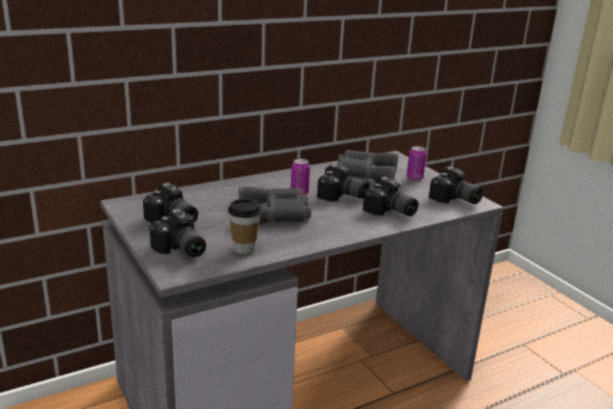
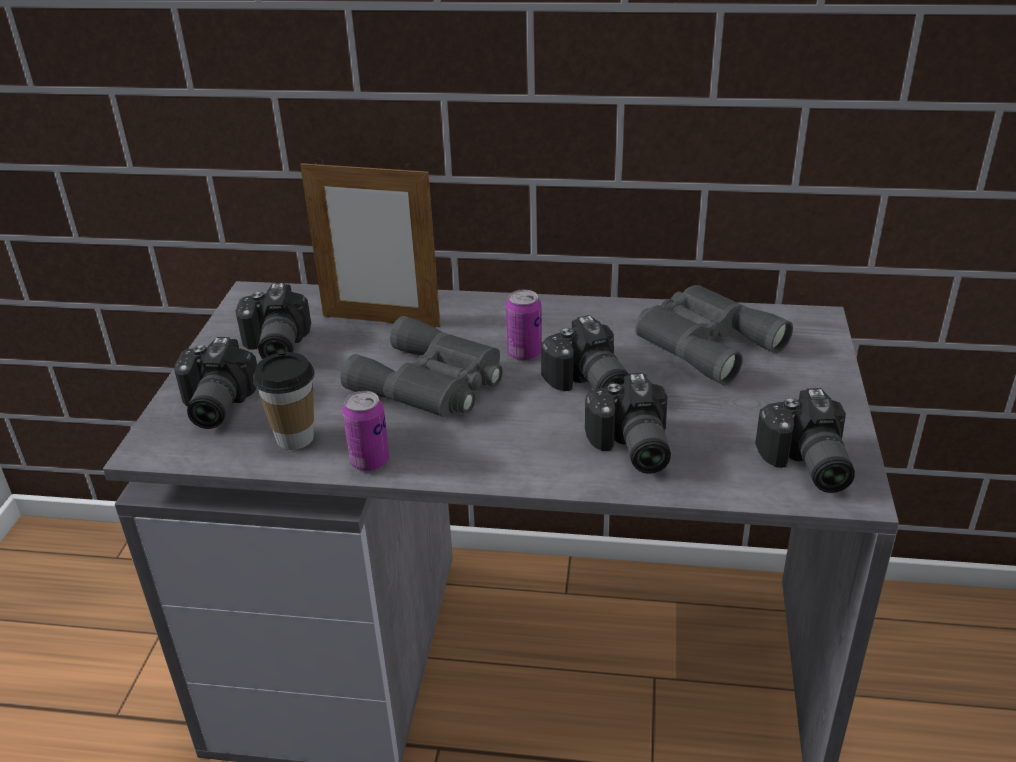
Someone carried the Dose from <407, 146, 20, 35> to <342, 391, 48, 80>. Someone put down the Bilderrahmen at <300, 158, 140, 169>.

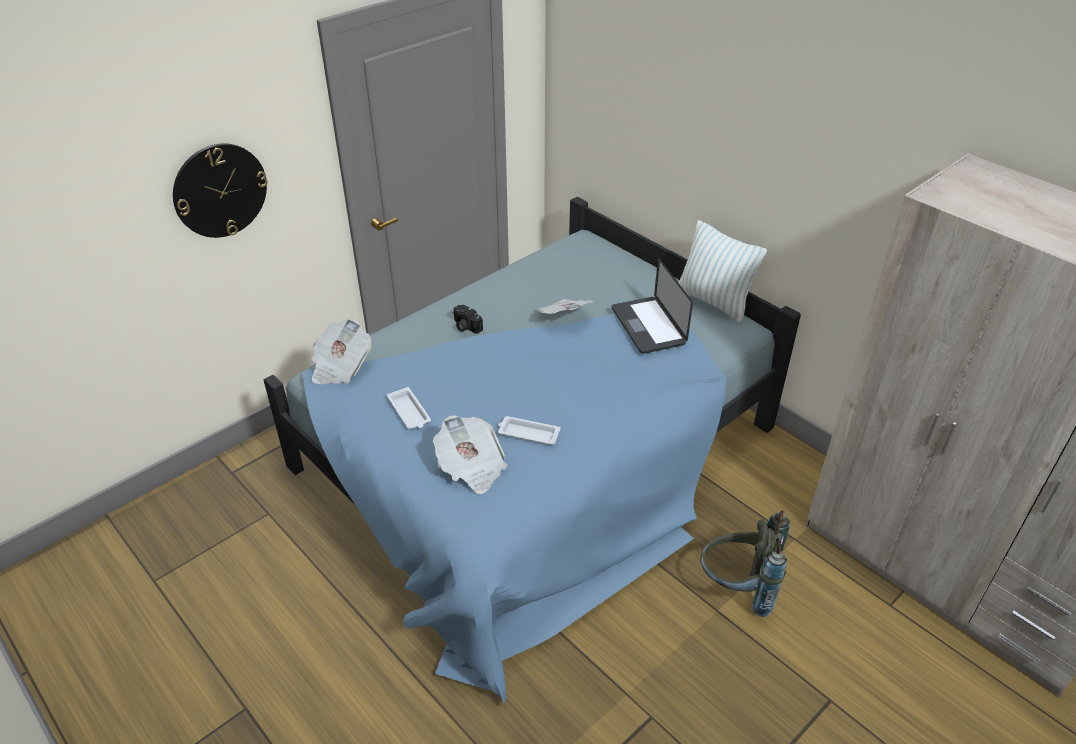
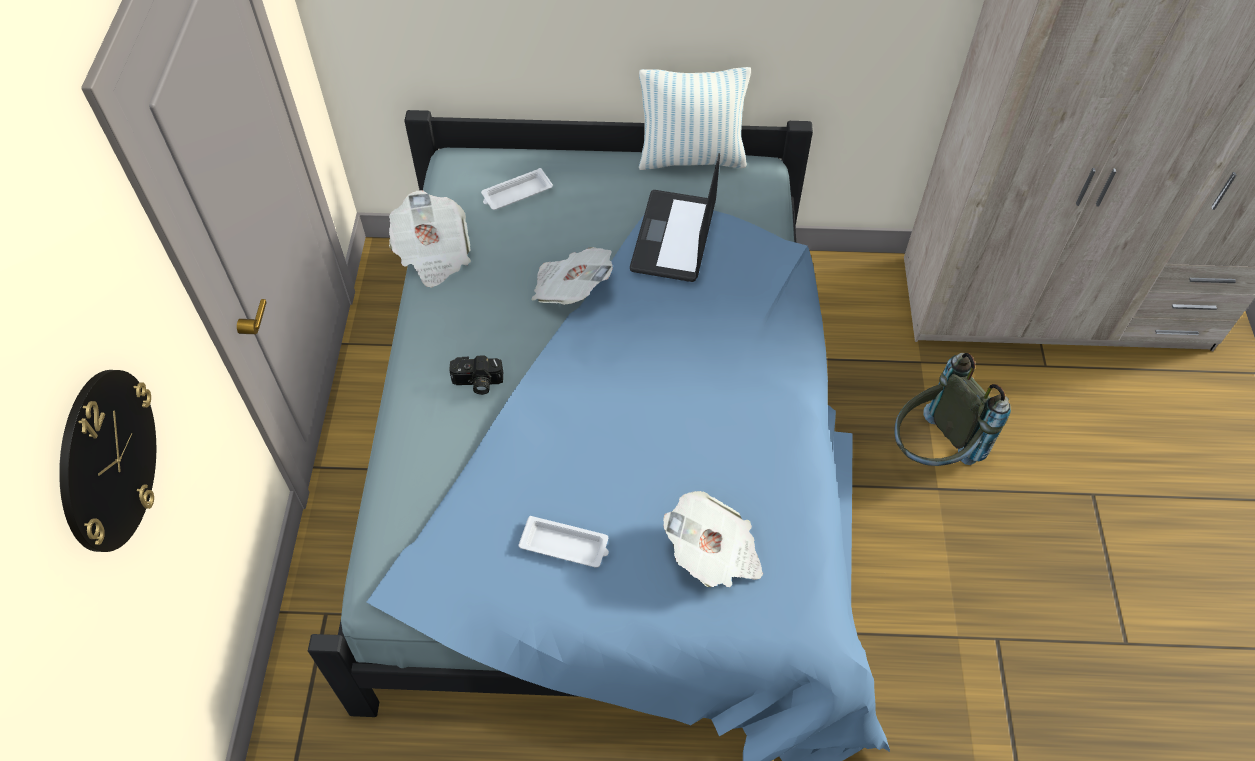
Someone rotated the Laptop at <612, 258, 81, 96> by 75 degrees clockwise. Someone carried the Zeitung from <311, 319, 61, 65> to <389, 190, 82, 98>. Someone carried the Tablett (weiß) from <498, 416, 63, 29> to <481, 168, 72, 42>.

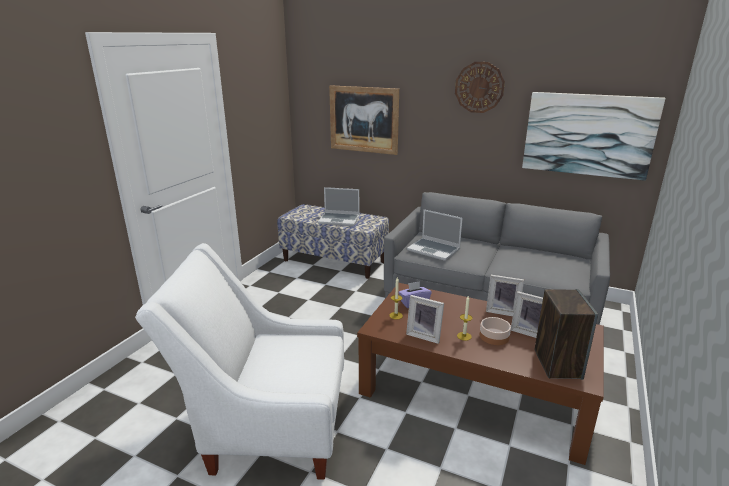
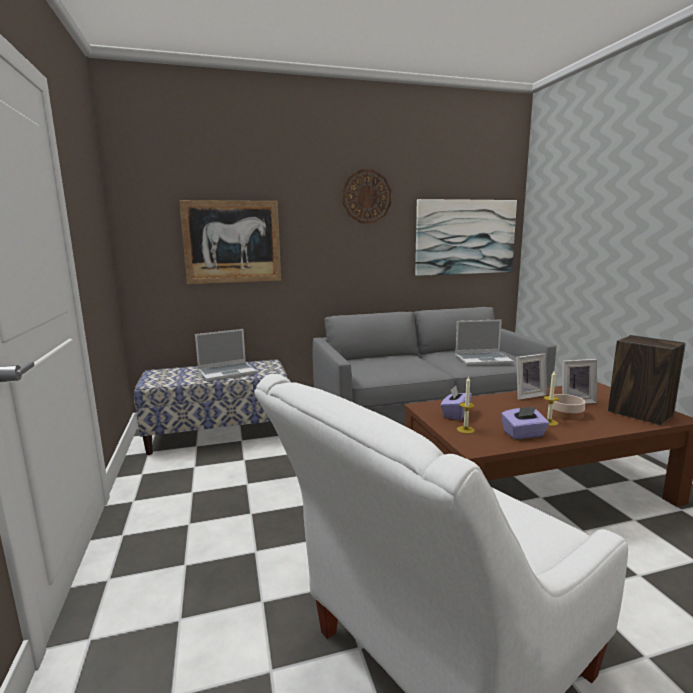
Someone carried the Laptop from <407, 209, 56, 52> to <455, 319, 59, 47>. Someone swapped the Bilderrahmen at <406, 295, 38, 49> for the Taschentuchbox (lila) at <501, 407, 48, 32>.

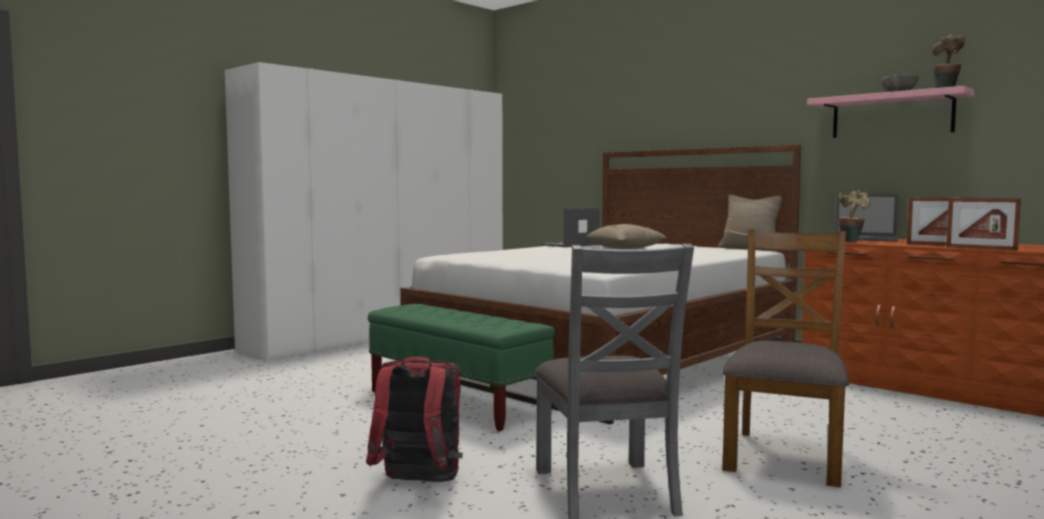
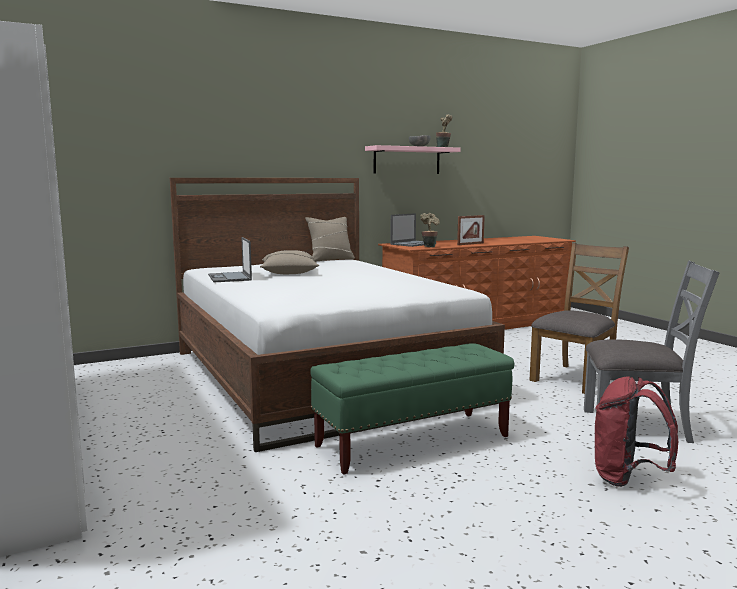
Someone took away the Bilderrahmen at <946, 198, 75, 53>. Someone rotated the Stuhl (braun) at <722, 229, 128, 258> by 90 degrees clockwise.

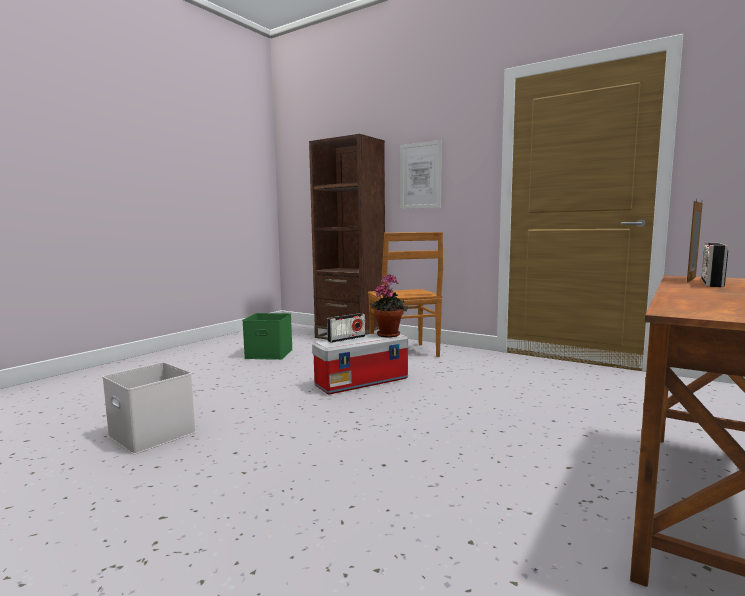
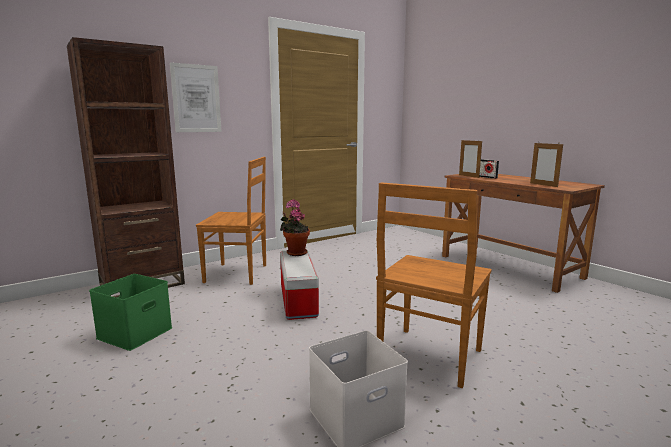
Someone took away the Radio at <327, 313, 38, 30>. Someone put down the Bilderrahmen at <530, 143, 33, 44>. Someone put down the Stuhl (braun) at <376, 182, 116, 206>.

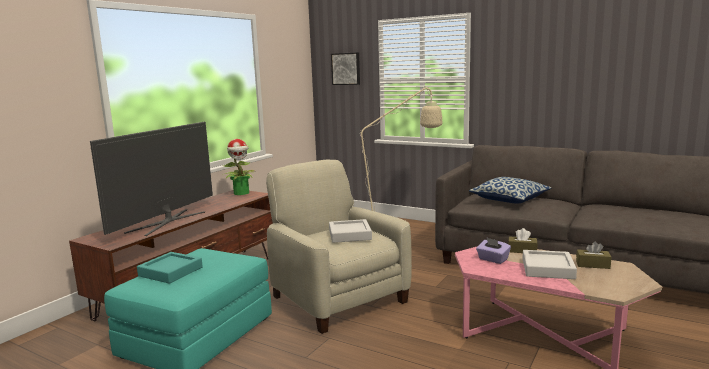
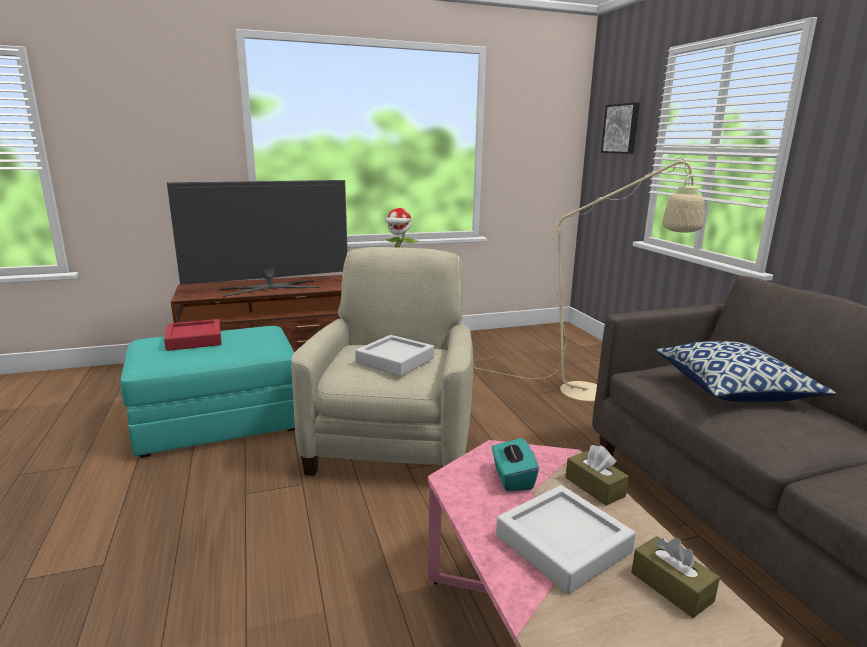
Someone repainted the Taschentuchbox (lila) at <476, 237, 35, 27>, which became the Taschentuchbox (türkis) at <492, 438, 47, 53>. Someone repainted the Tablett (türkis) at <137, 252, 66, 32>, which became the Tablett (rot) at <164, 319, 58, 32>.

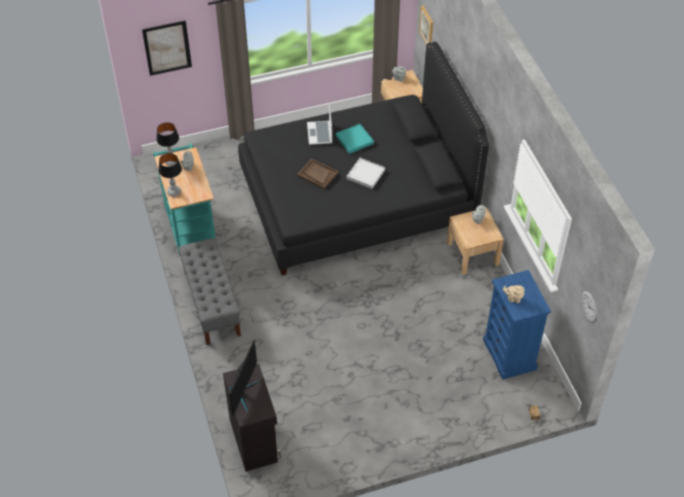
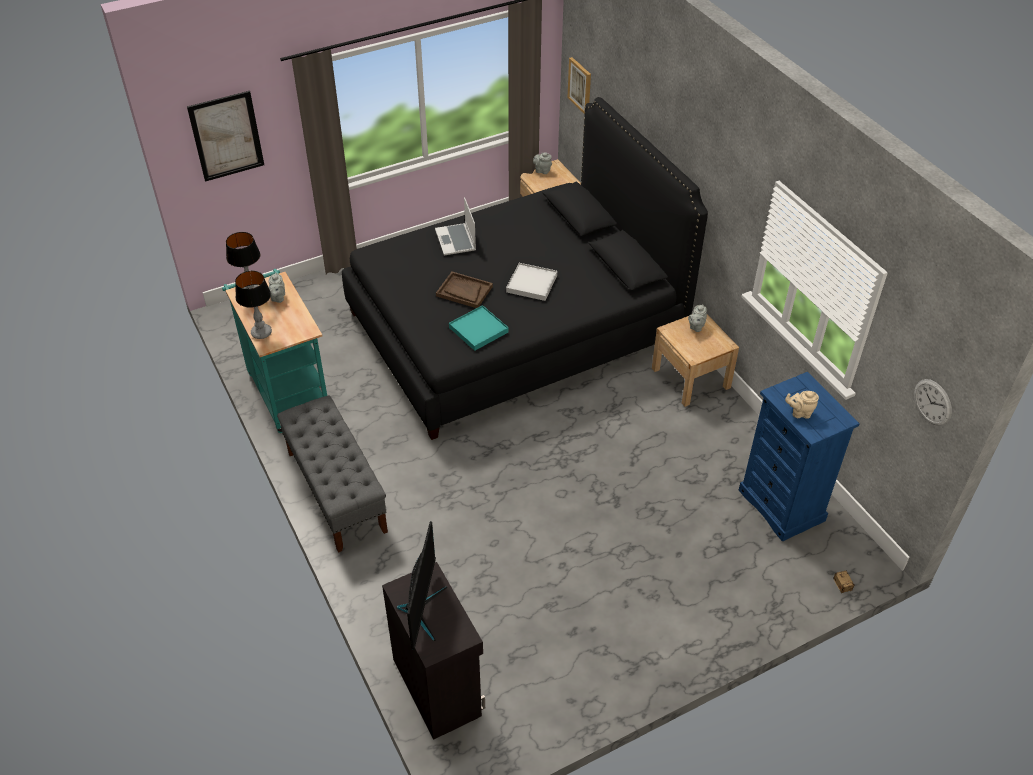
Someone carried the Tablett (türkis) from <336, 124, 38, 30> to <449, 305, 60, 46>.

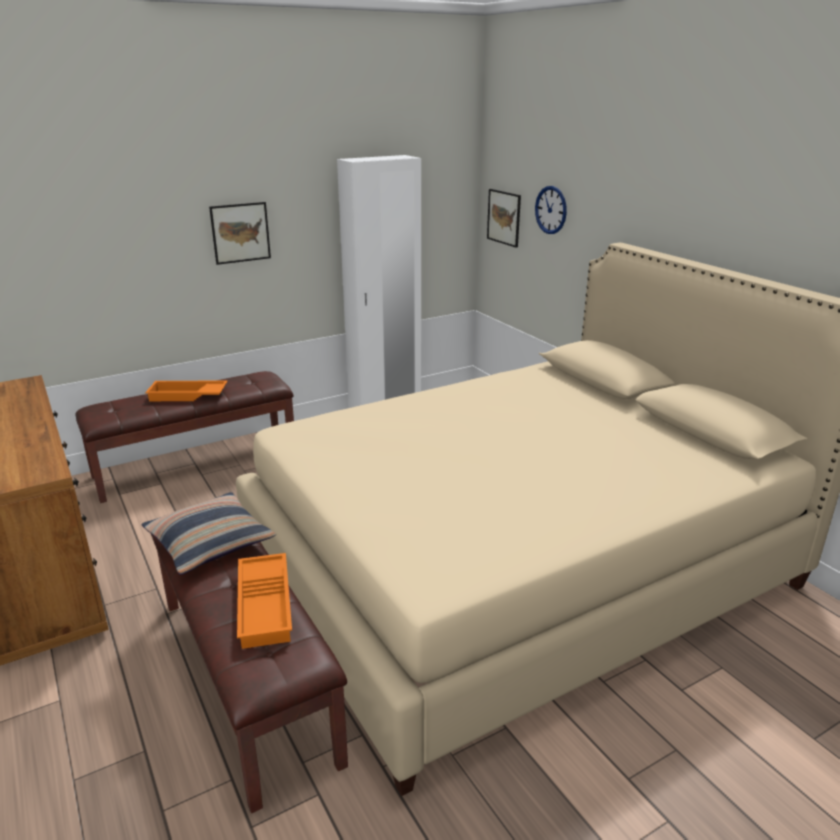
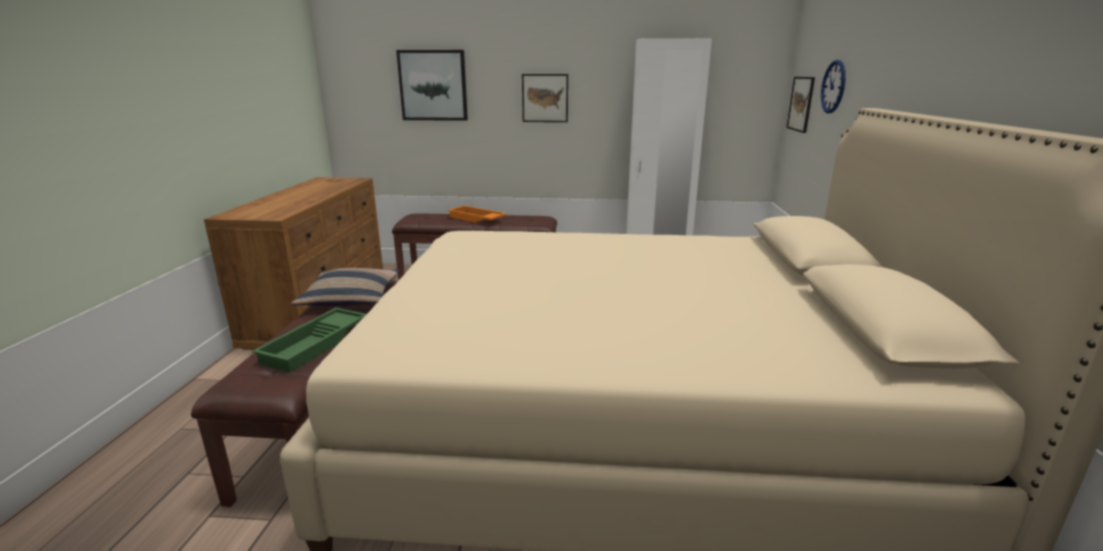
Someone repainted the Tablett (orange) at <237, 553, 55, 96>, which became the Tablett (grün) at <252, 308, 114, 65>. Someone put up the Bild at <396, 50, 72, 71>.

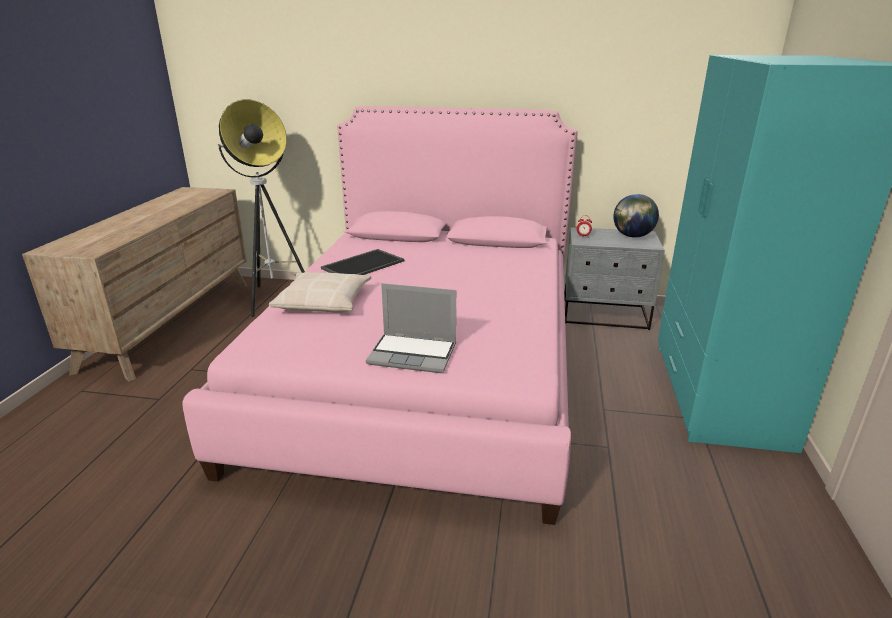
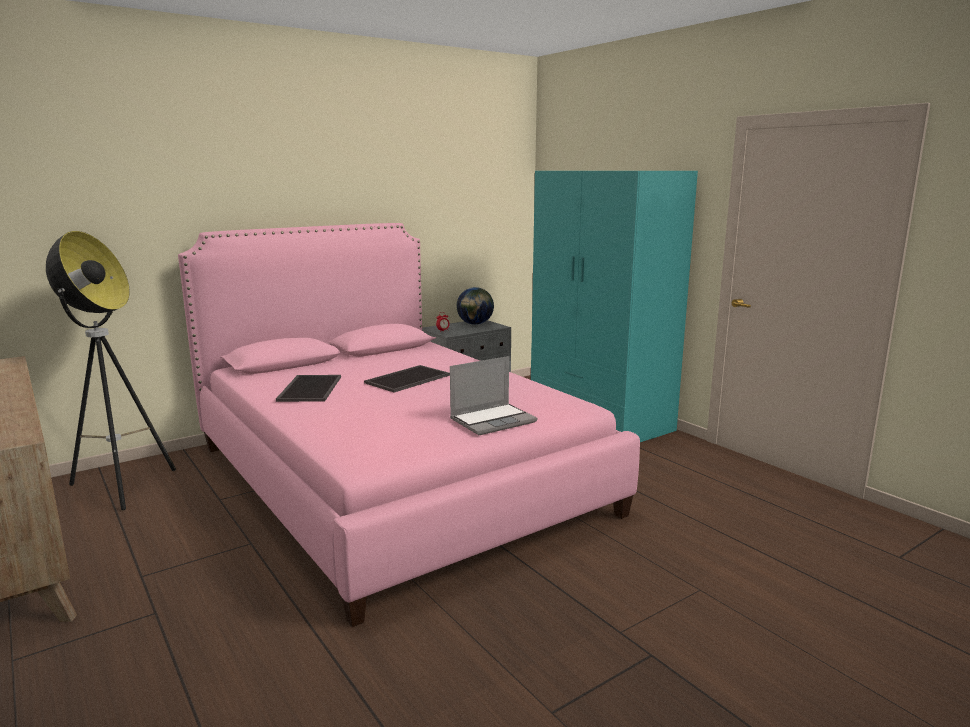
Someone took away the Kissen (beige) at <269, 272, 102, 41>. Someone put down the Tablett at <364, 365, 86, 28>.

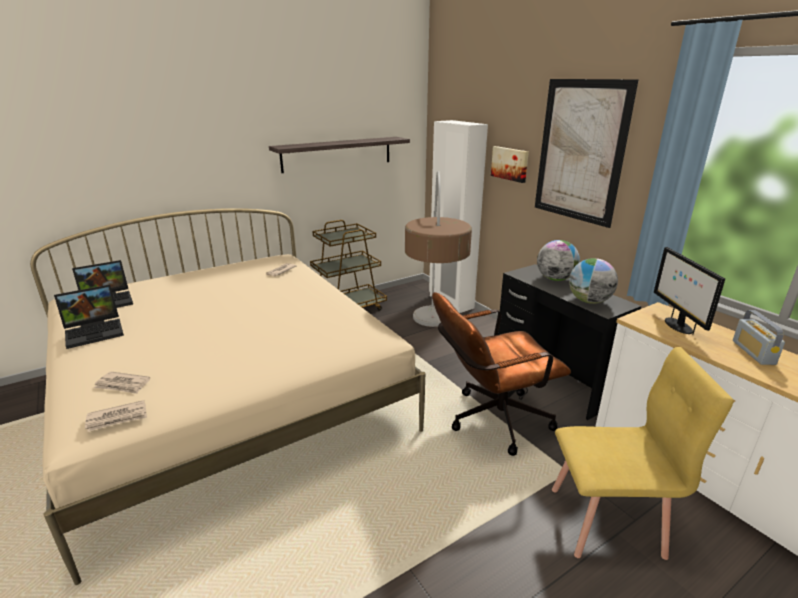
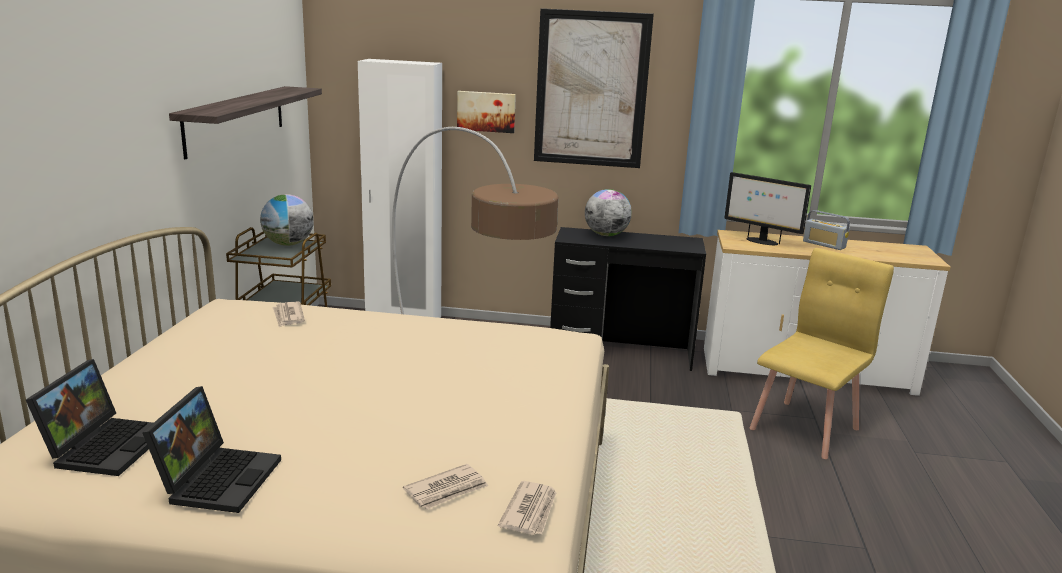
Someone carried the Globus from <569, 258, 49, 46> to <260, 194, 54, 52>. Someone took away the Bürostuhl (braun) at <432, 292, 139, 164>.

